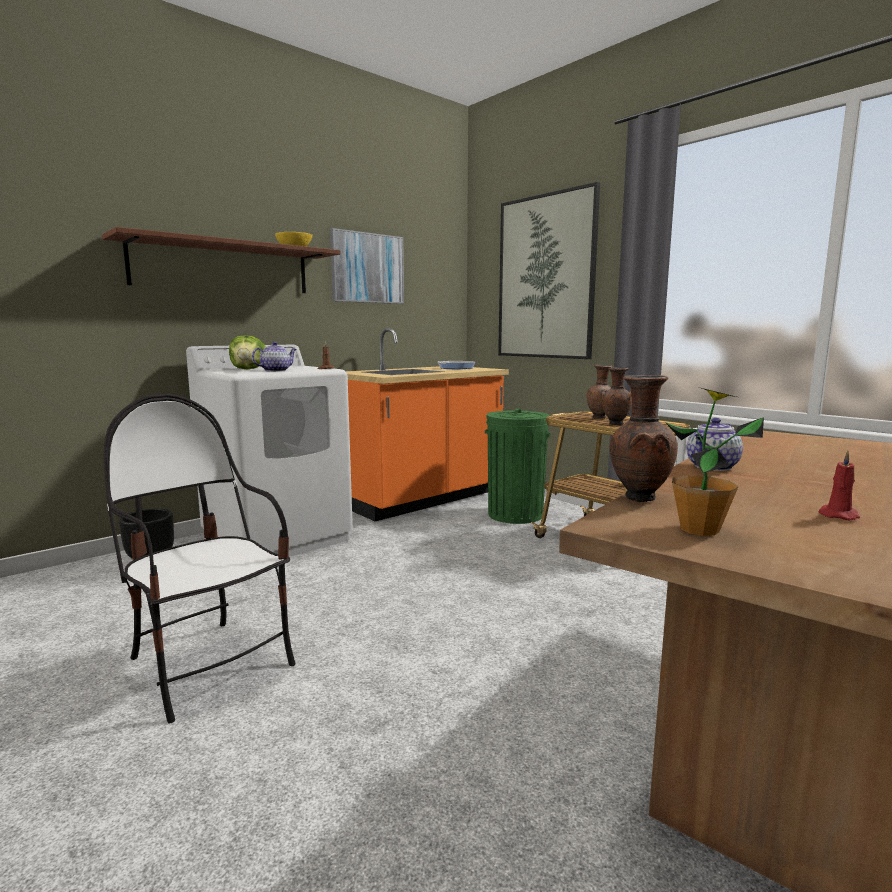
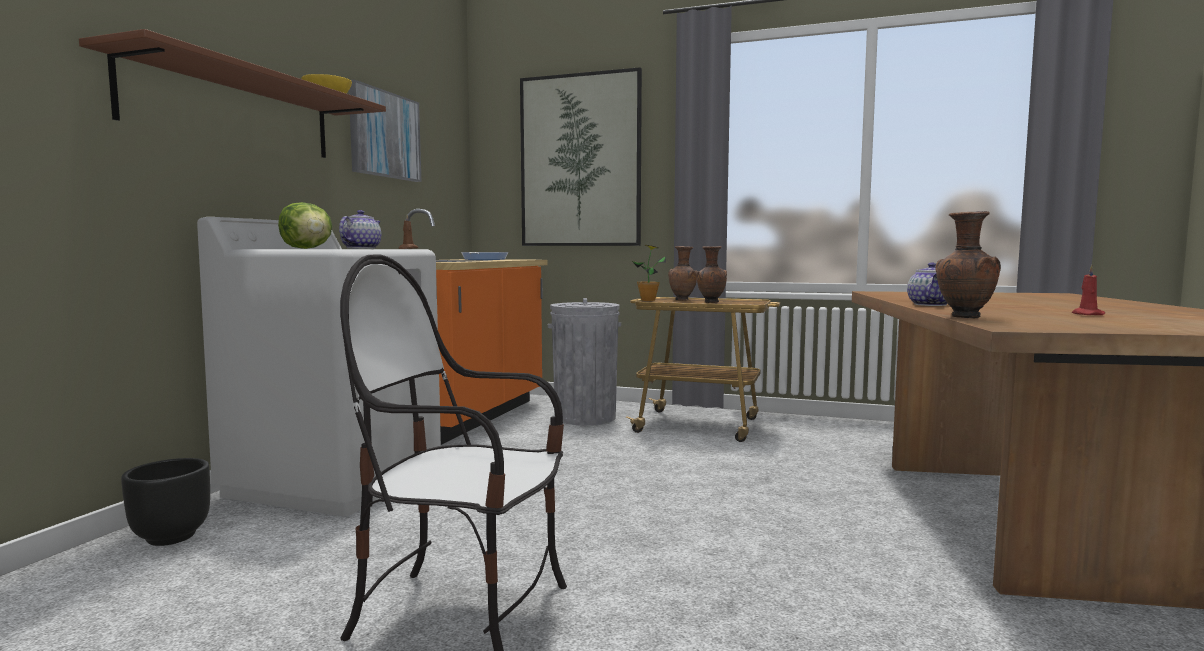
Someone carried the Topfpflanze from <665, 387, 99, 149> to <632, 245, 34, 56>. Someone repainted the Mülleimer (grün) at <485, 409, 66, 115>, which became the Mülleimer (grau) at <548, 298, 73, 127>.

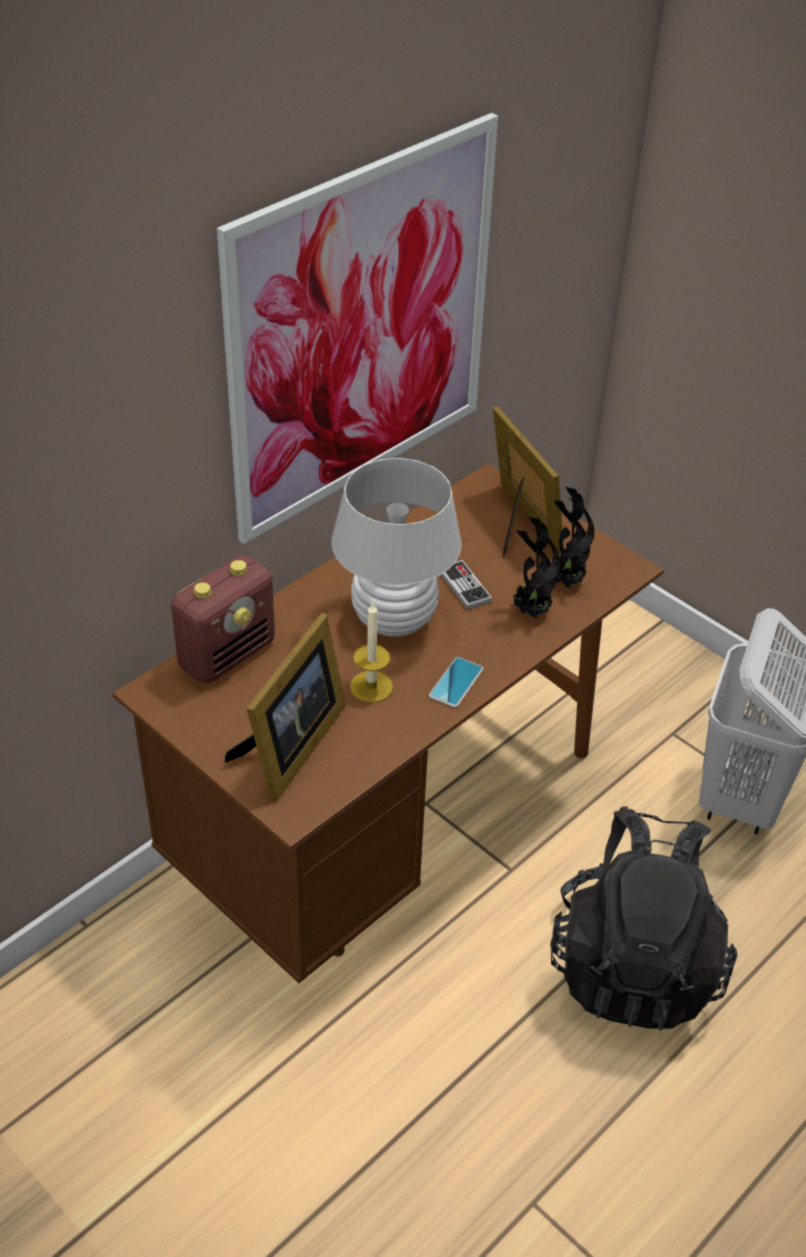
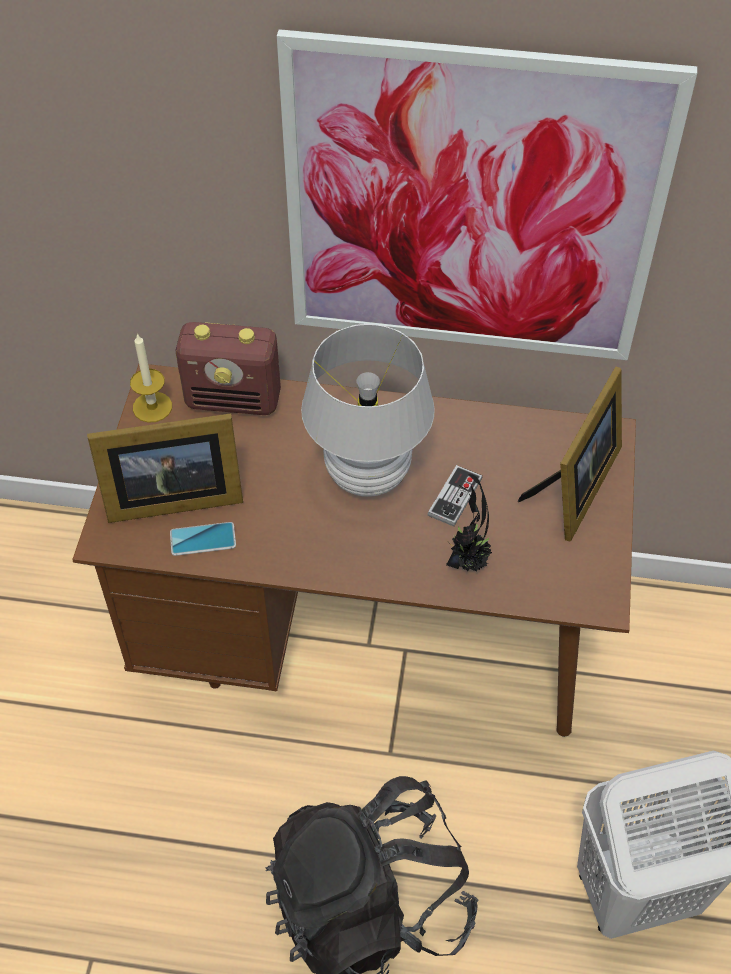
Someone took away the Topfpflanze at <552, 487, 42, 100>. Someone carried the Kerze from <350, 603, 43, 100> to <130, 333, 42, 90>. Someone carried the Handy from <429, 657, 54, 50> to <170, 522, 66, 34>.

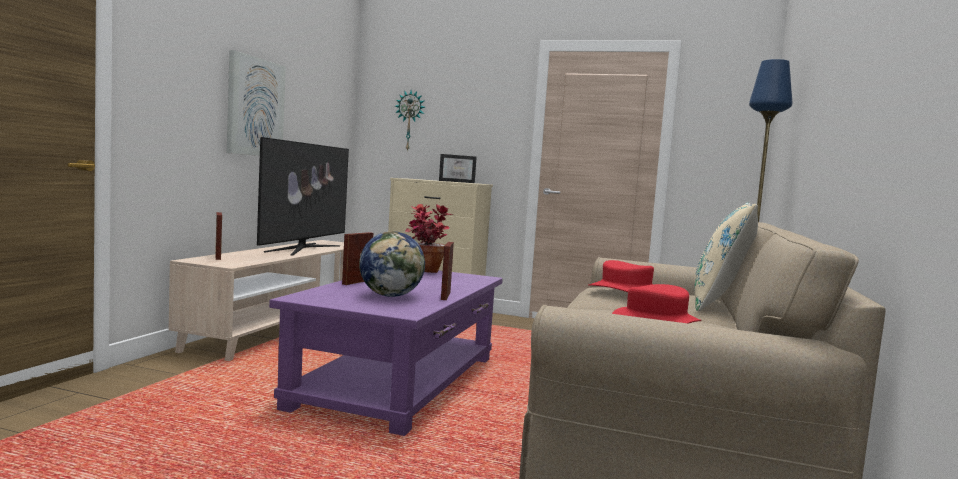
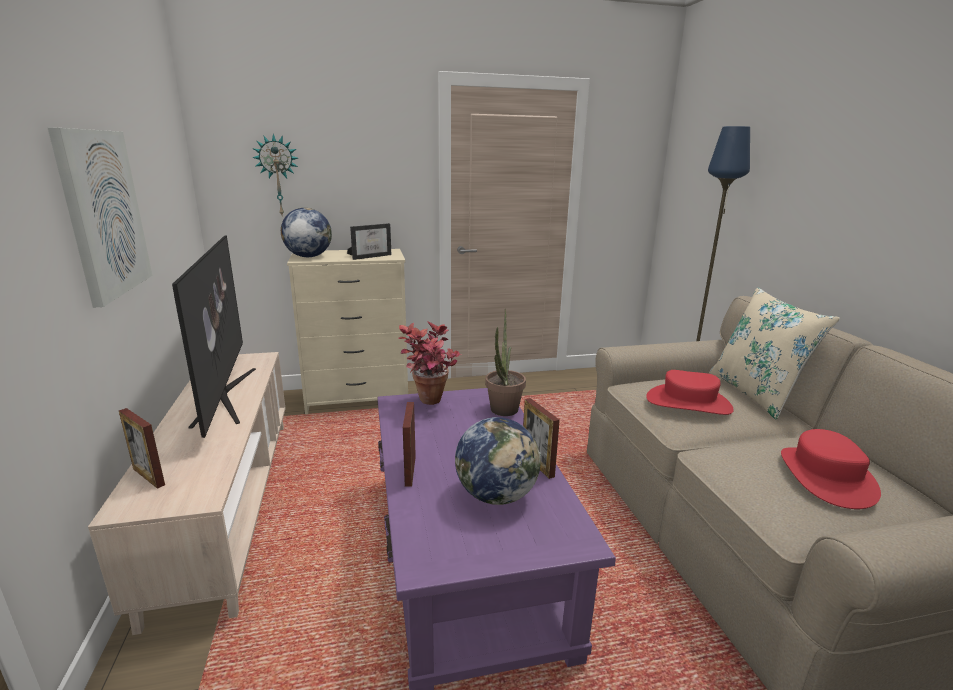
Someone put down the Globus at <281, 208, 51, 49>. Someone put down the Topfpflanze at <485, 309, 41, 107>.

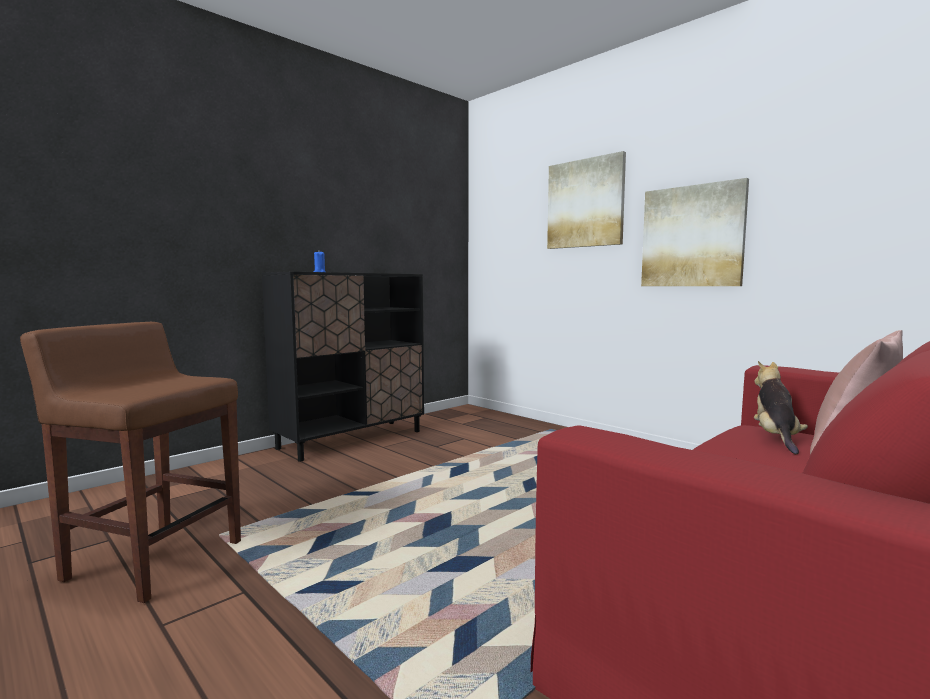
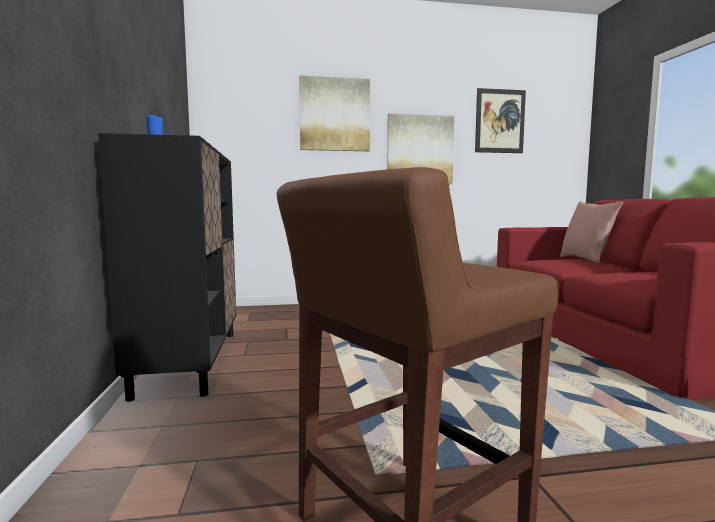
Someone took away the Plüschtier at <754, 361, 54, 93>. Someone put up the Bild at <475, 88, 51, 65>.

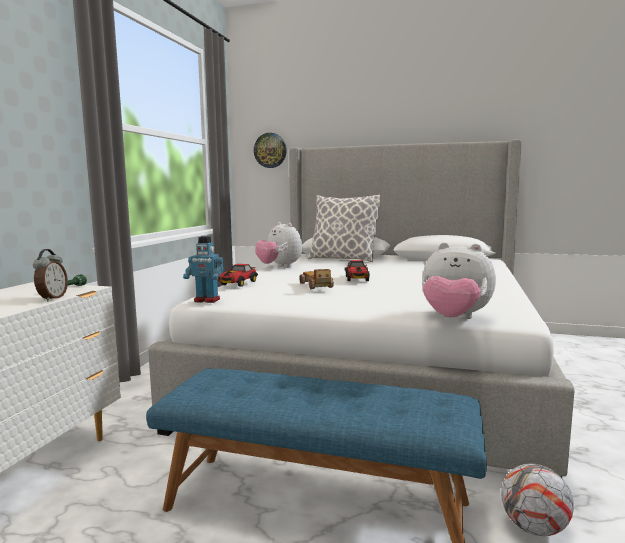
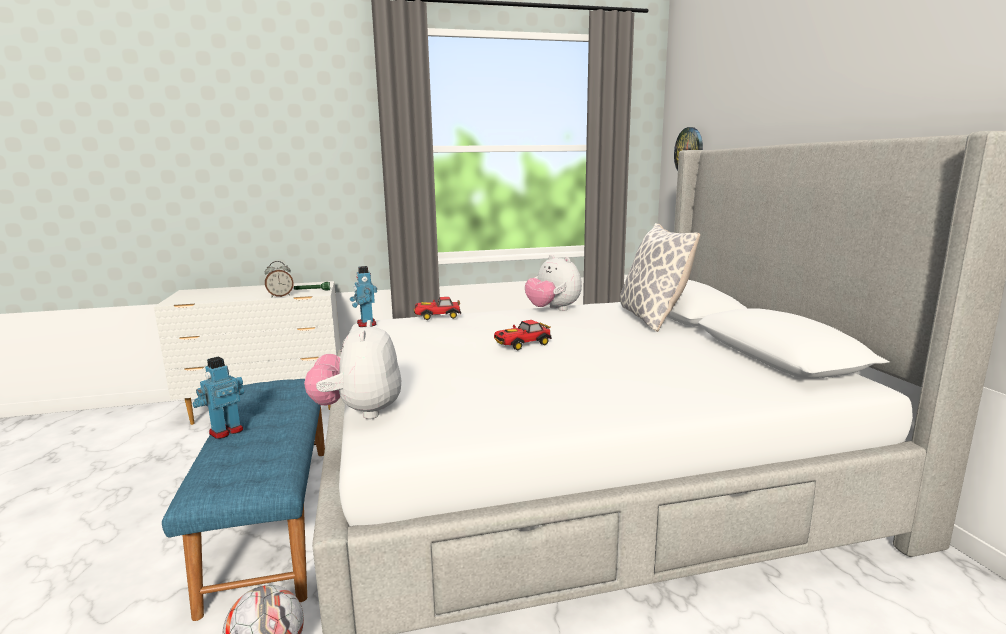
Someone rotated the Plüschtier at <255, 222, 47, 46> by 60 degrees counterclockwise. Someone took away the Spielzeugauto at <300, 269, 34, 20>. Someone put down the Spielzeugroboter at <192, 356, 52, 83>.

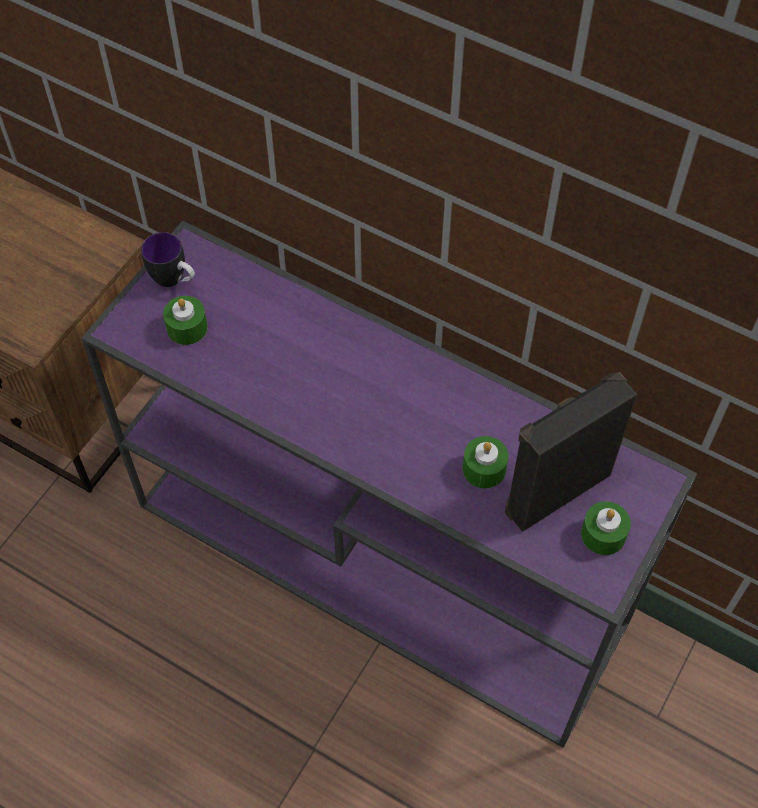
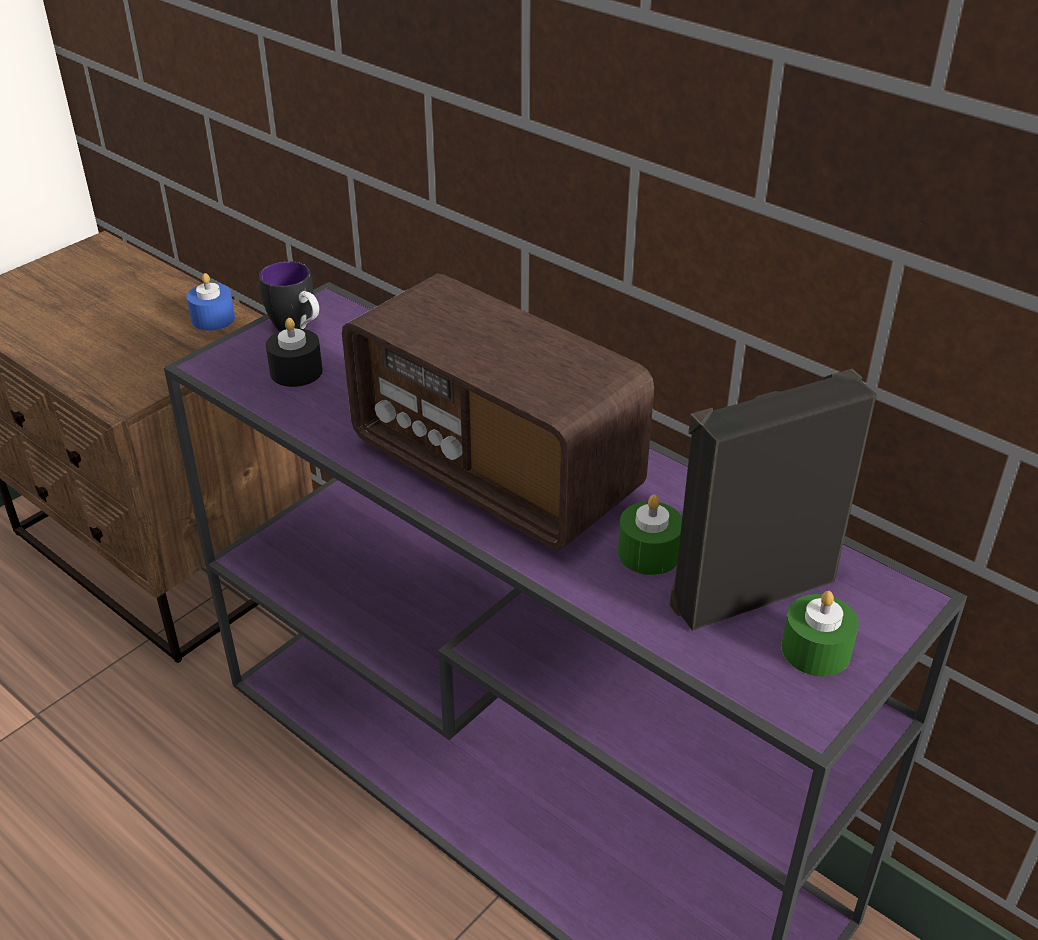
Someone repainted the Kerze (grün) at <163, 296, 45, 49>, which became the Kerze (schwarz) at <266, 318, 57, 69>. Someone put down the Kerze (blau) at <186, 273, 49, 58>. Someone put down the Radio at <342, 273, 312, 278>.

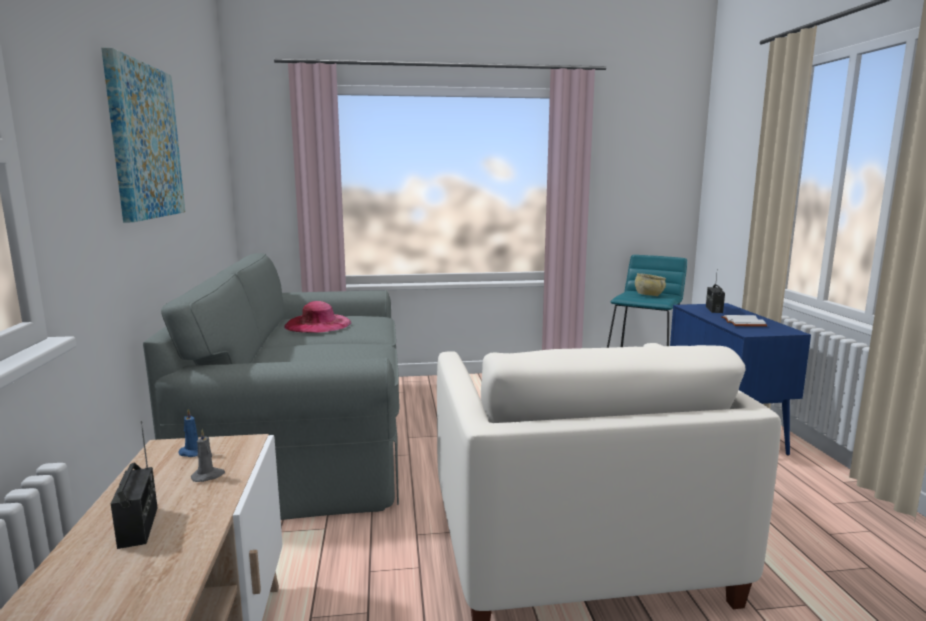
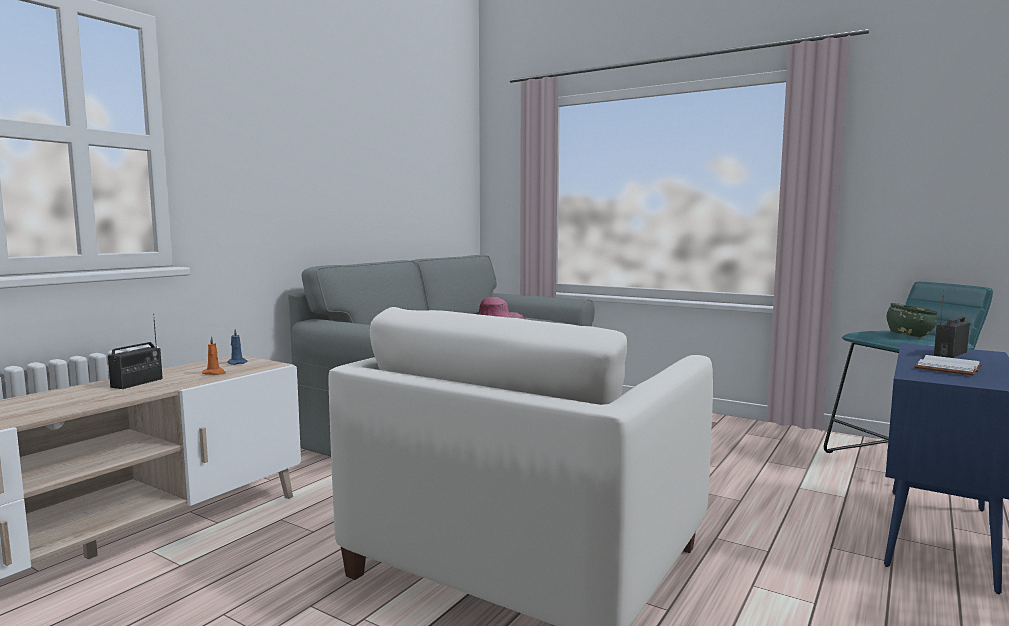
Someone took away the Bild at <101, 48, 84, 174>. Someone repainted the Schüssel (beige) at <635, 273, 31, 23>, which became the Schüssel (grün) at <887, 303, 51, 34>. Someone repainted the Kerze (grau) at <191, 429, 34, 53>, which became the Kerze (orange) at <202, 336, 24, 39>.

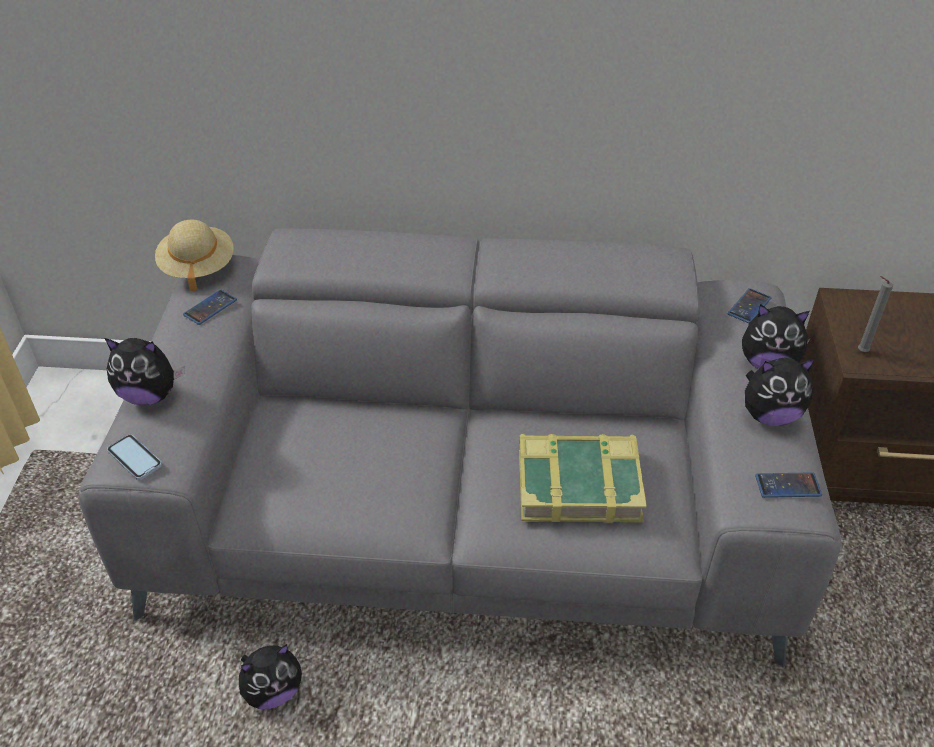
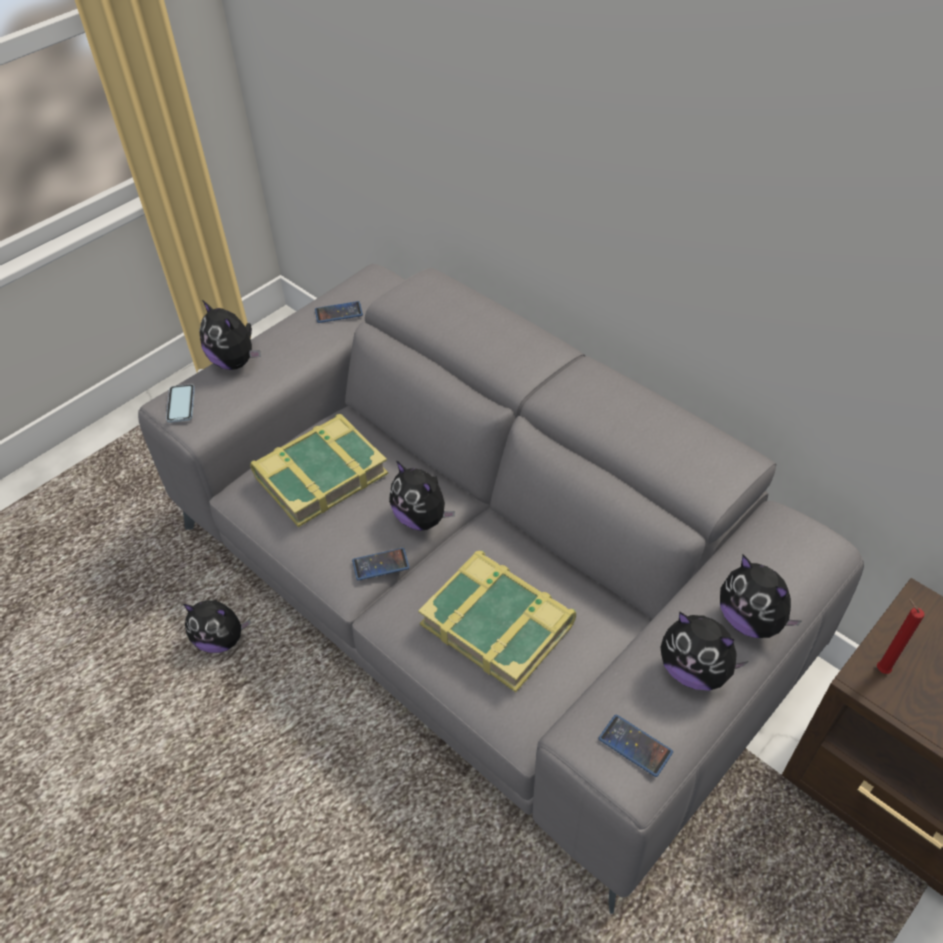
Someone took away the Hut (beige) at <155, 220, 79, 72>. Someone repainted the Kerze (grau) at <858, 276, 35, 76>, which became the Kerze (rot) at <877, 598, 48, 76>. Someone carried the Handy from <728, 288, 43, 35> to <352, 548, 58, 33>. Someone put down the Buch at <250, 414, 139, 113>. Someone put down the Plüschtier at <389, 461, 66, 70>.

